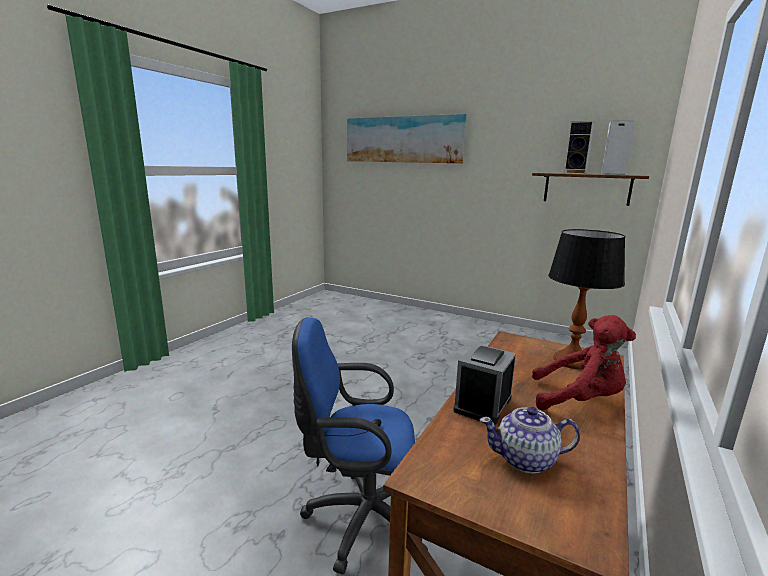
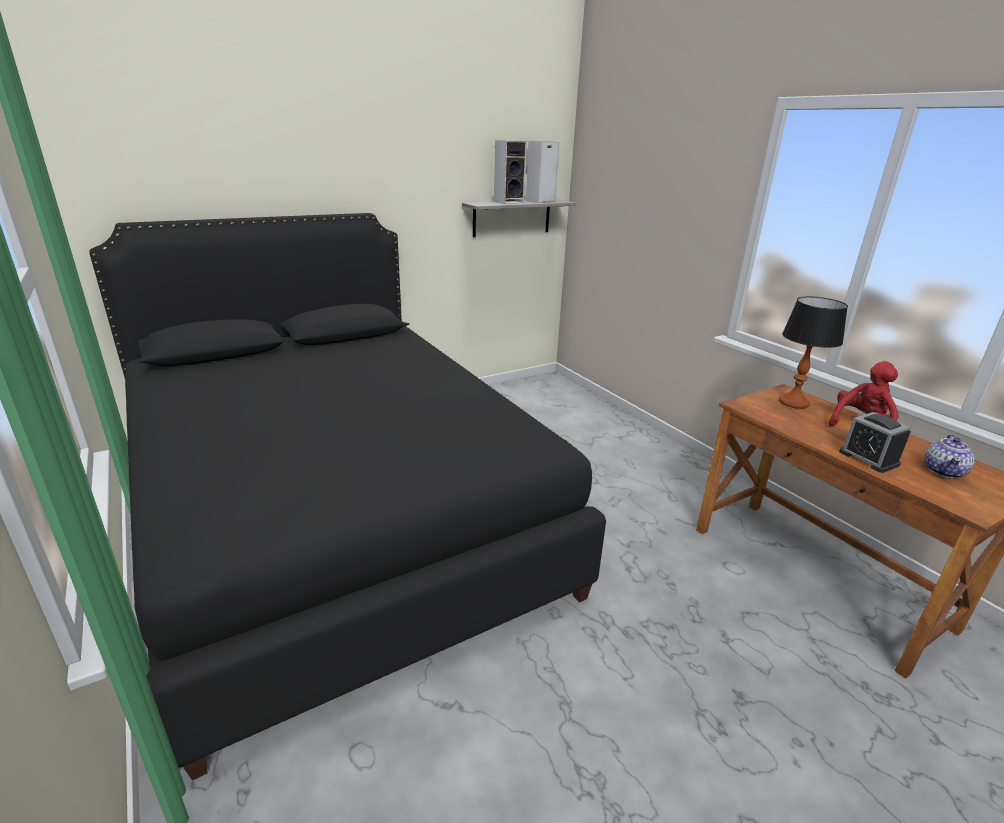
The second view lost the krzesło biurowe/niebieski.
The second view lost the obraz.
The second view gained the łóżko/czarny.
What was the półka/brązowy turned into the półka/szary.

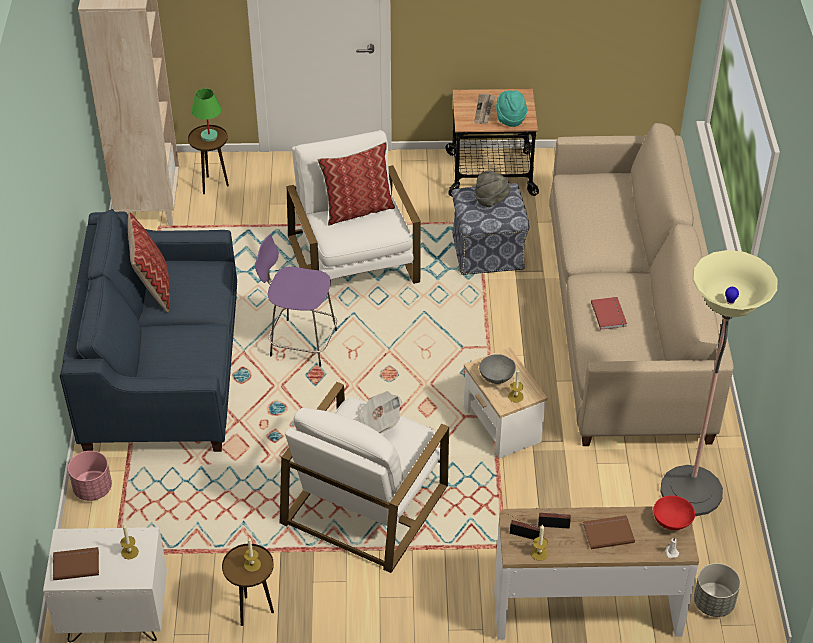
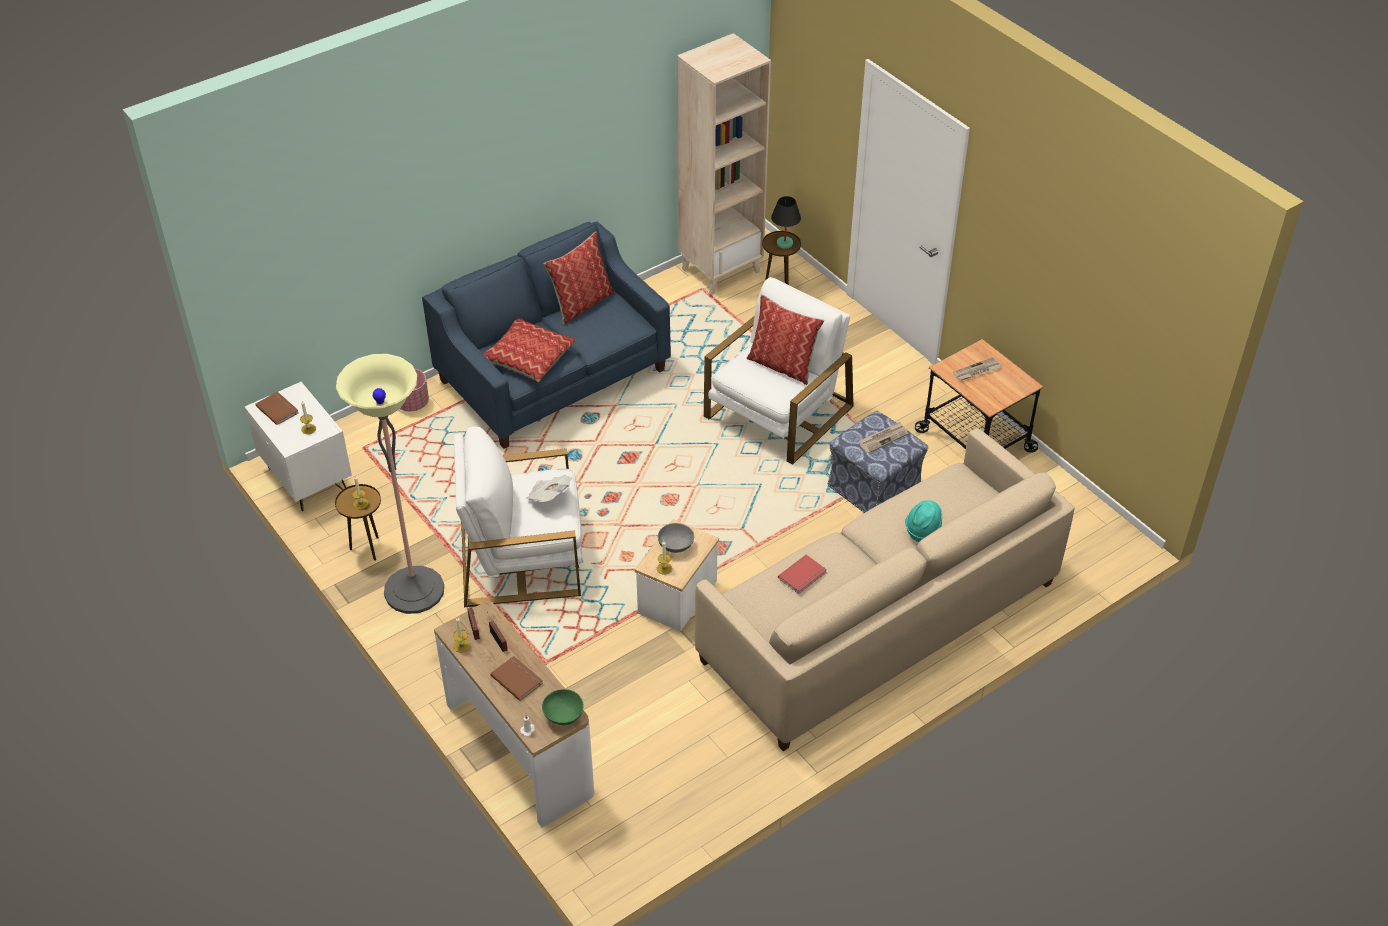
The second view lost the stołek/fioletowy.
The second view lost the donica/szary.
The second view gained the poduszka (no. 1 from left).
The kapelusz/turkusowy ended up elsewhere.
The lampa stojąca ended up elsewhere.
Where the kapelusz/szary stood, the gazeta (no. 2 from left) came to stand.
What was the lampa stołowa/zielony turned into the lampa stołowa/czarny.
What was the miska/czerwony turned into the miska/zielony.

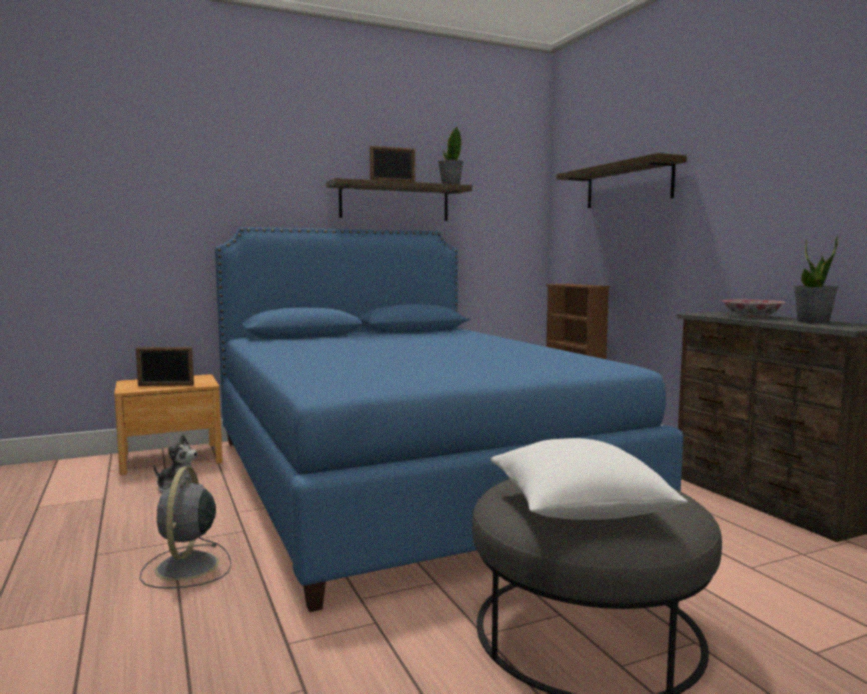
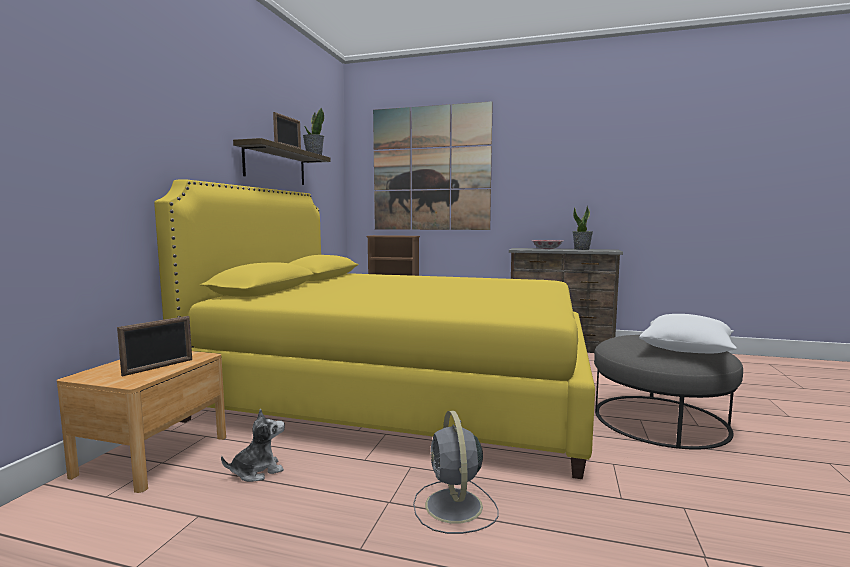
Where the półka (no. 2 from left) hung, the obraz came to hang.
What was the łóżko/niebieski turned into the łóżko/żółty.
The wentylator/szary ended up facing another way, 45 degrees clockwise from before.

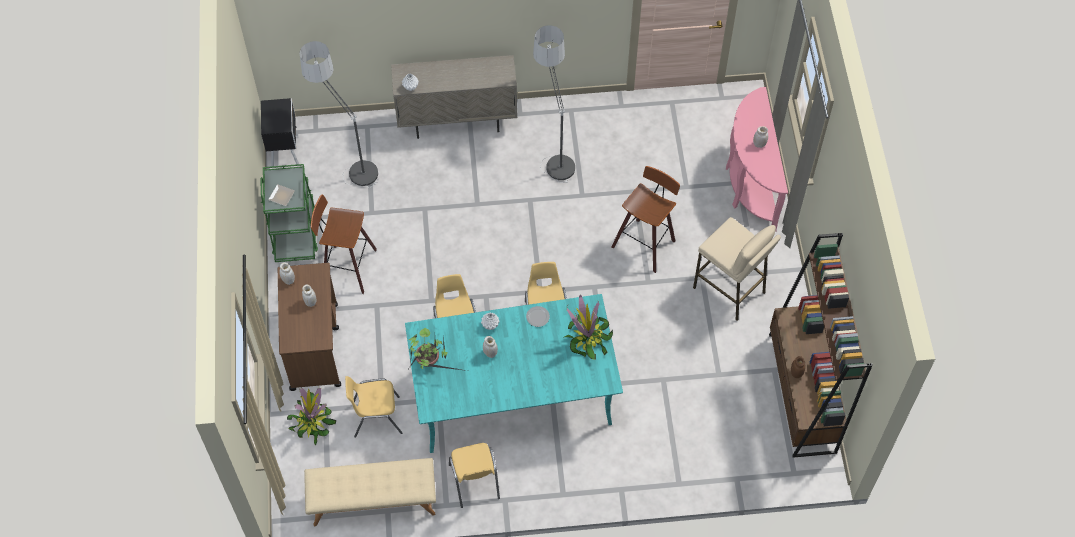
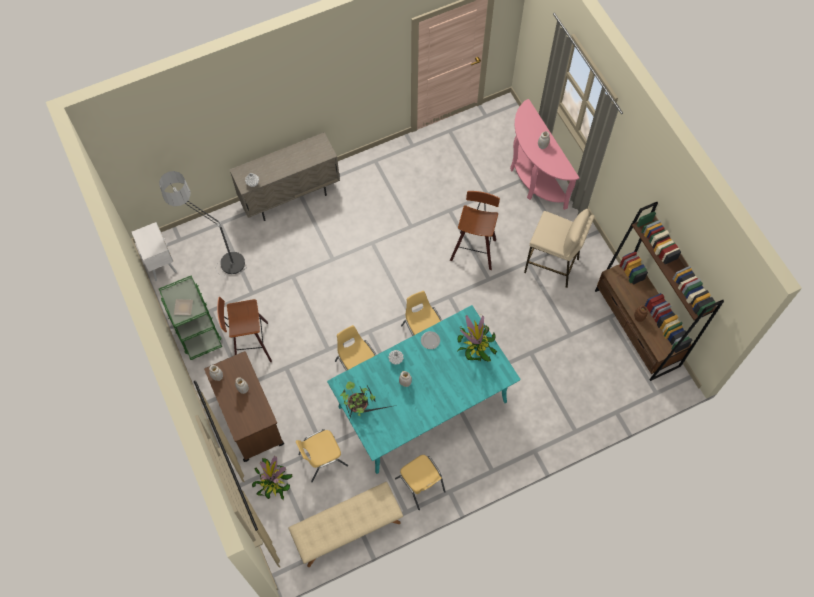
The second view lost the lampa stojąca (no. 2 from left).
What was the szafka nocna/czarny turned into the szafka nocna/biały.

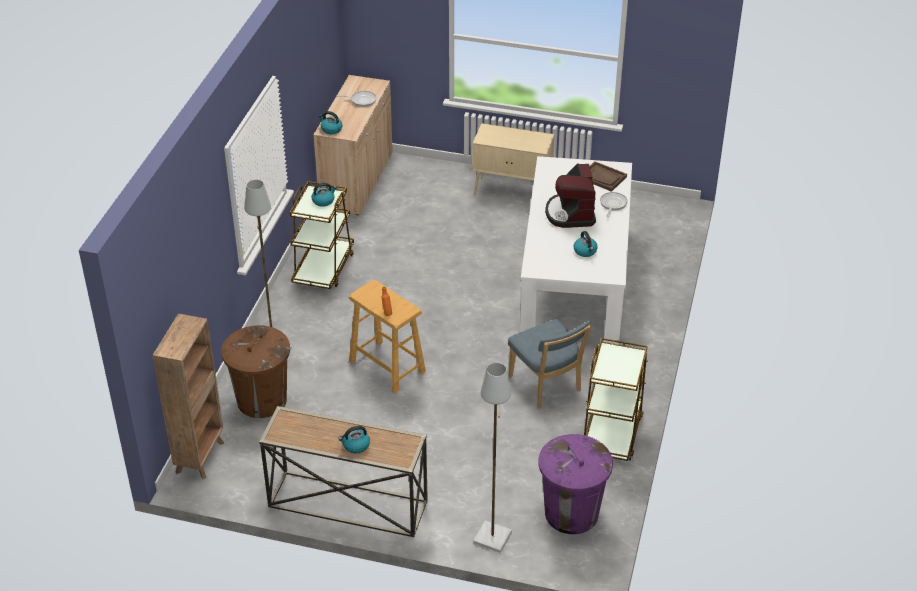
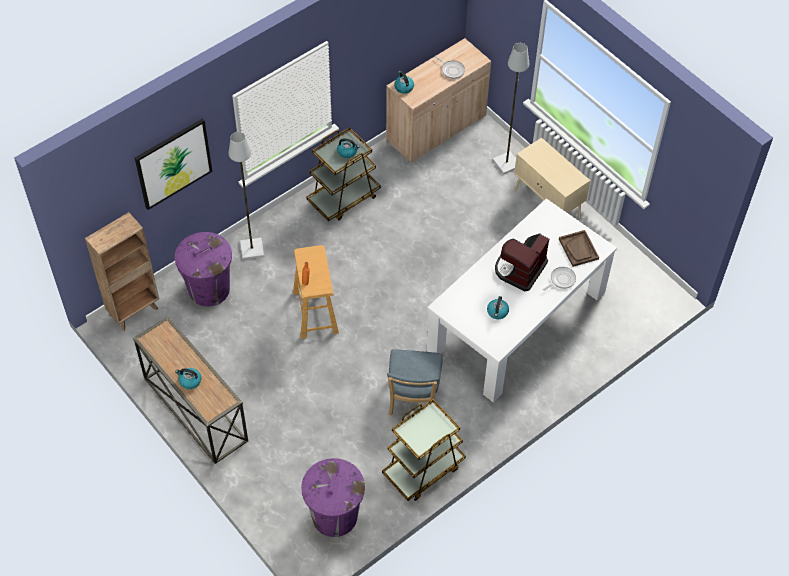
The second view gained the obraz.
The lampa stojąca/szary (no. 2 from left) ended up elsewhere.
What was the kosz na śmieci/brązowy turned into the kosz na śmieci/fioletowy (no. 1 from left).

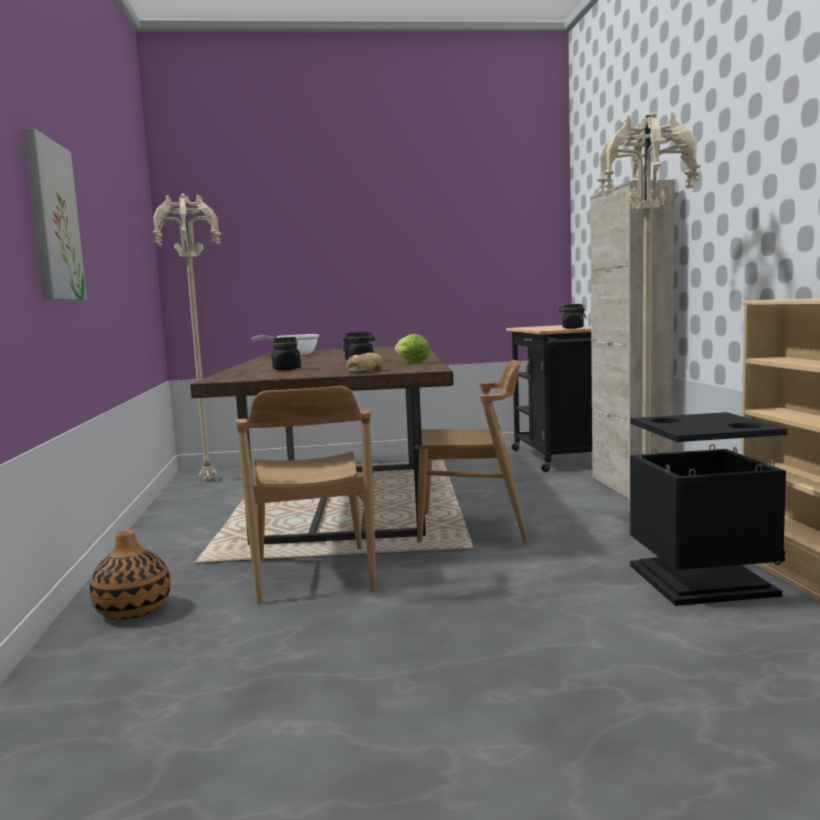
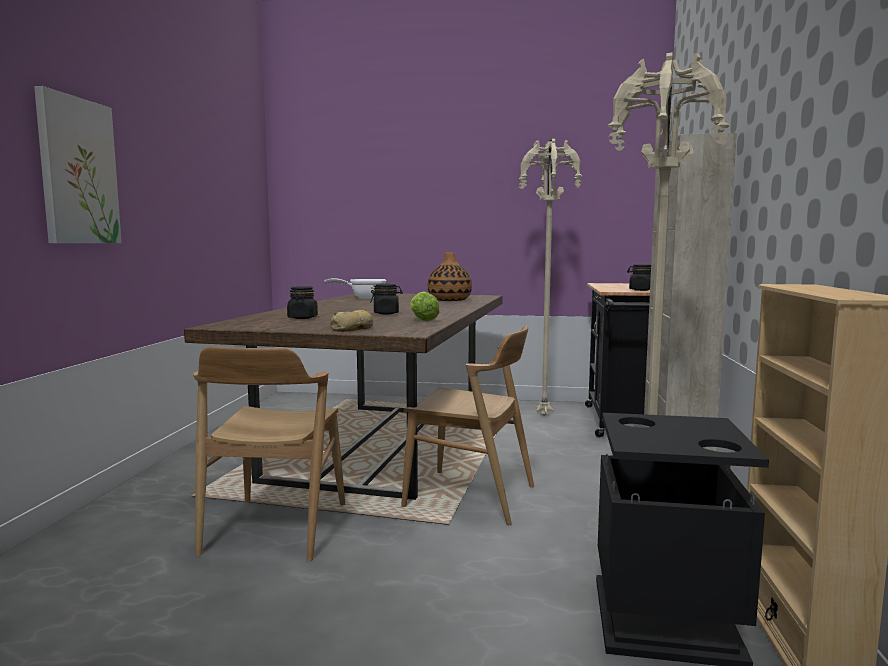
The wazon ended up elsewhere.
The lampa stojąca/beżowy (no. 1 from left) ended up elsewhere.

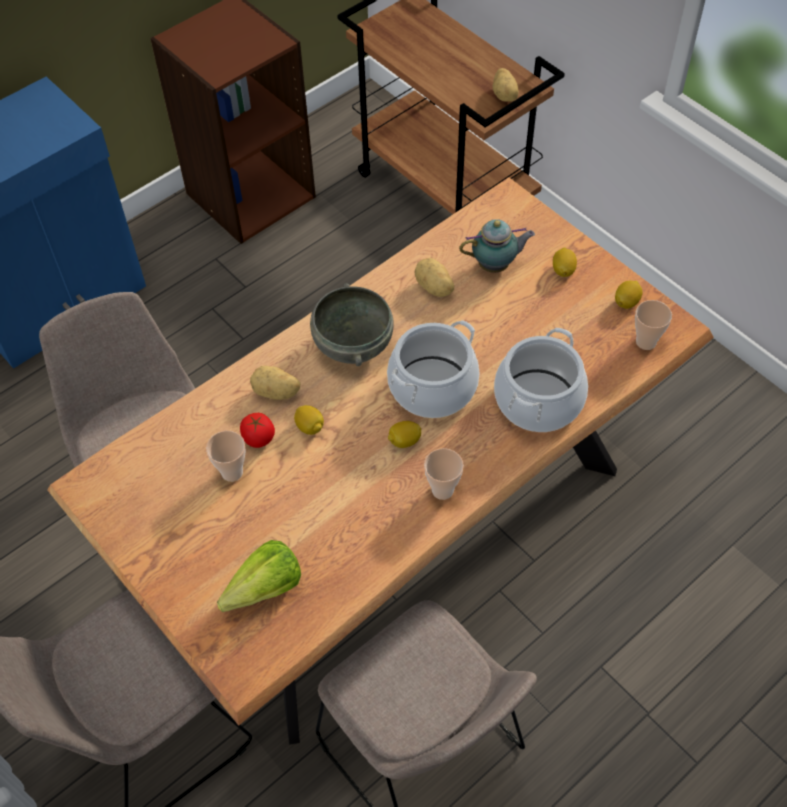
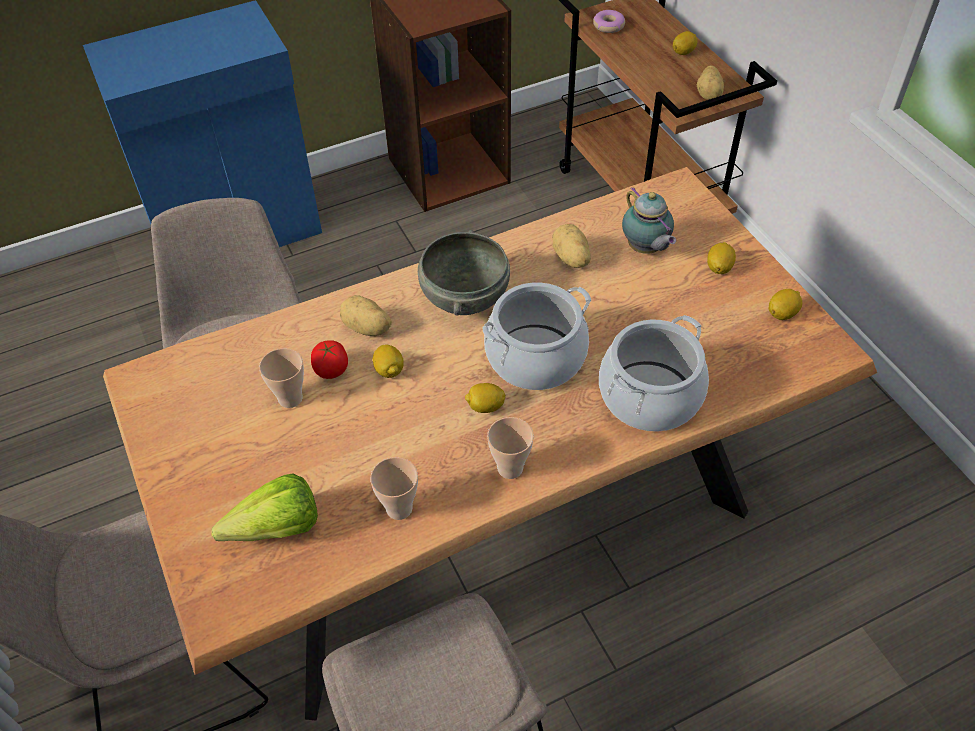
The second view gained the donut.
The second view gained the cytryna (no. 3 from left).
The filiżanka (no. 3 from left in the first image) ended up elsewhere.
The imbryk ended up facing another way, 60 degrees clockwise from before.

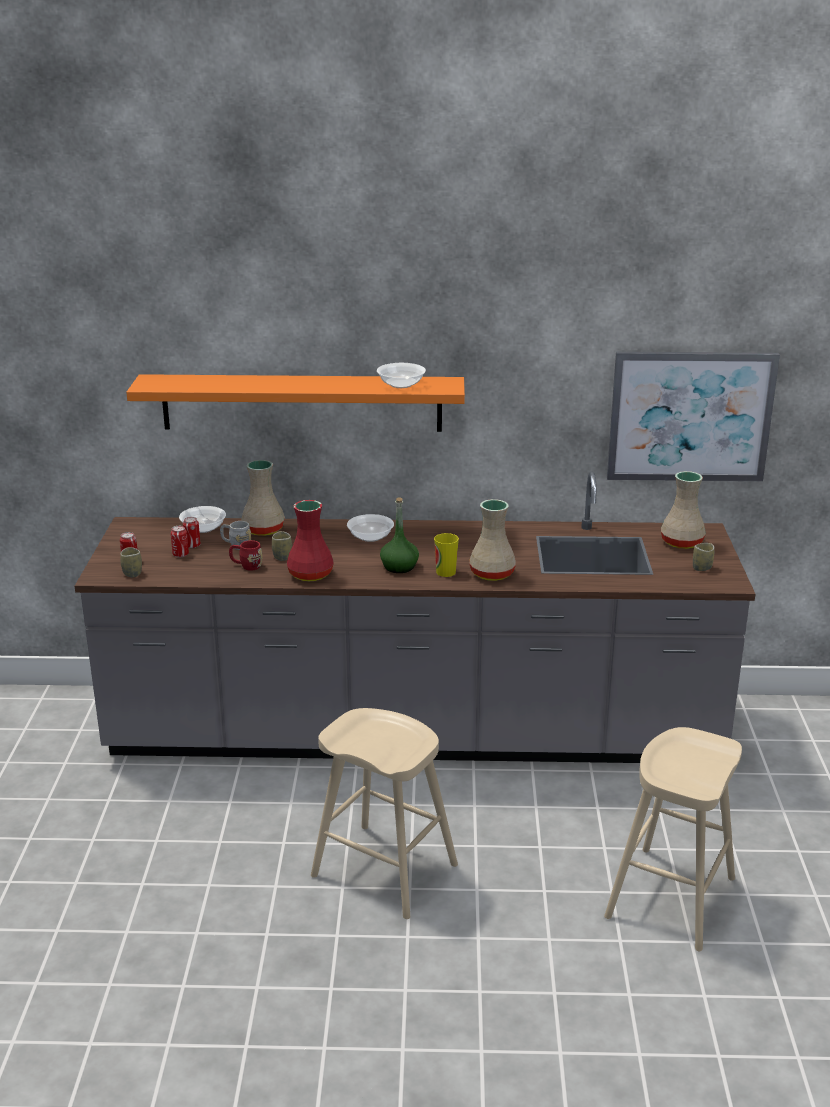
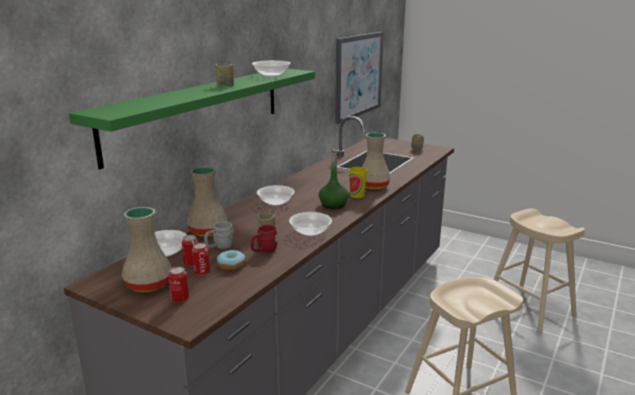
The second view gained the donut.
The filiżanka (no. 1 from left) ended up elsewhere.
The wazon/beżowy (no. 3 from left in the first image) ended up elsewhere.
Where the wazon/czerwony stood, the miska (no. 4 from left) came to stand.
What was the półka/pomarańczowy turned into the półka/zielony.

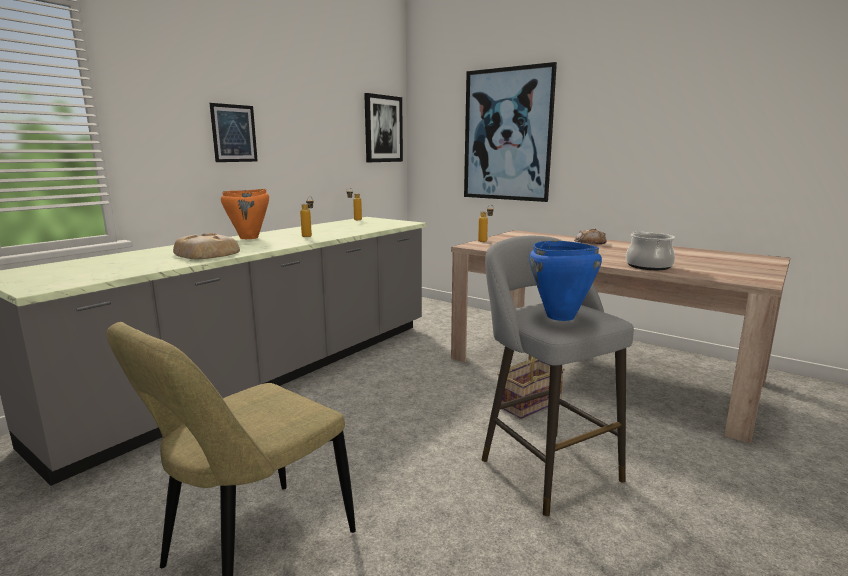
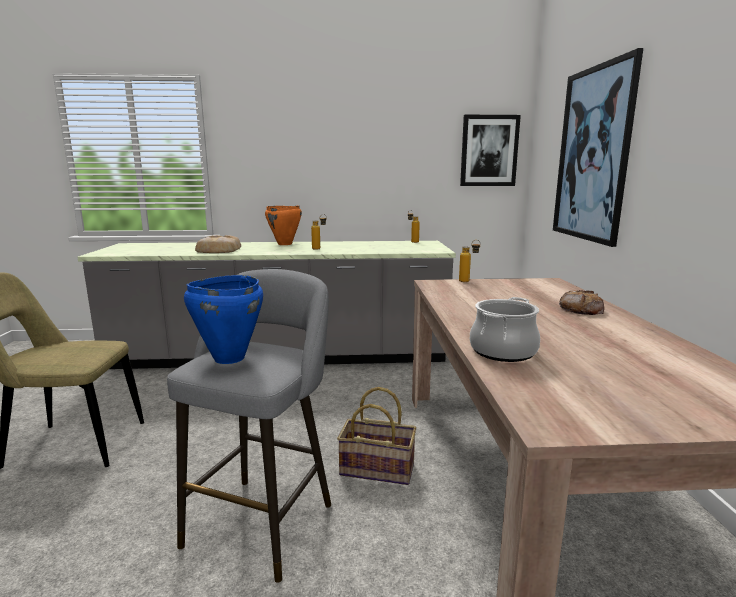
The second view lost the obraz (no. 1 from left).

